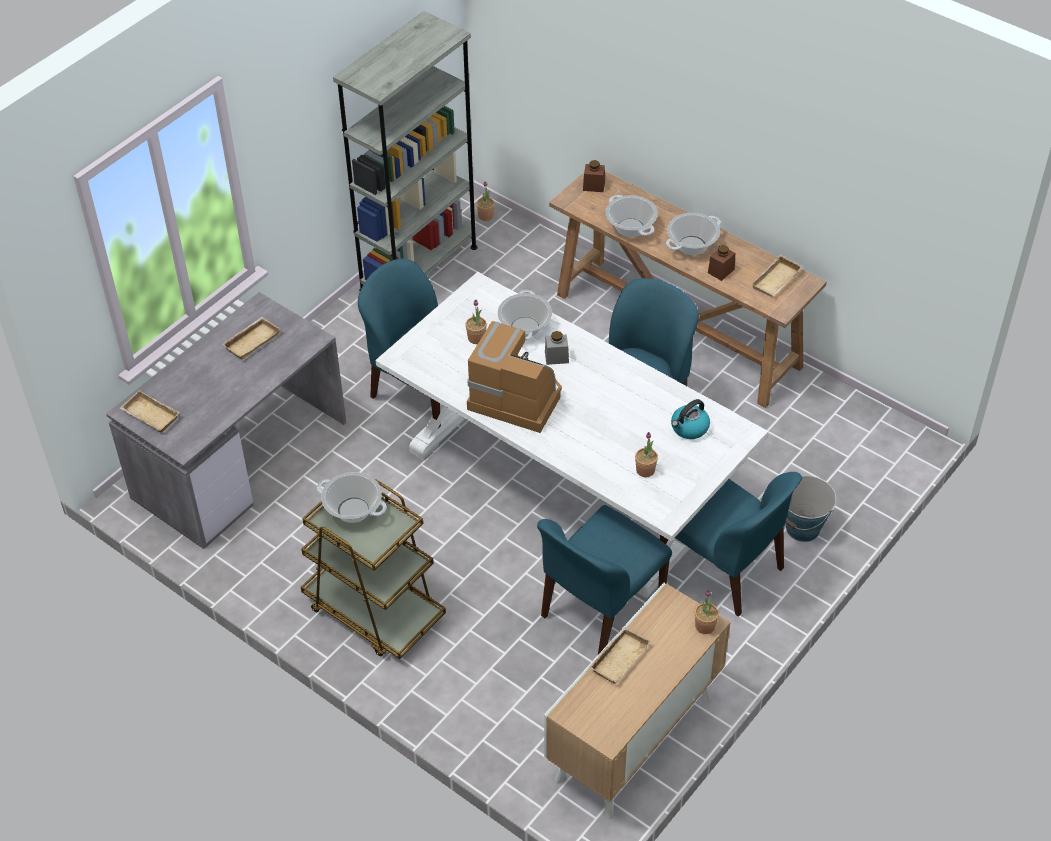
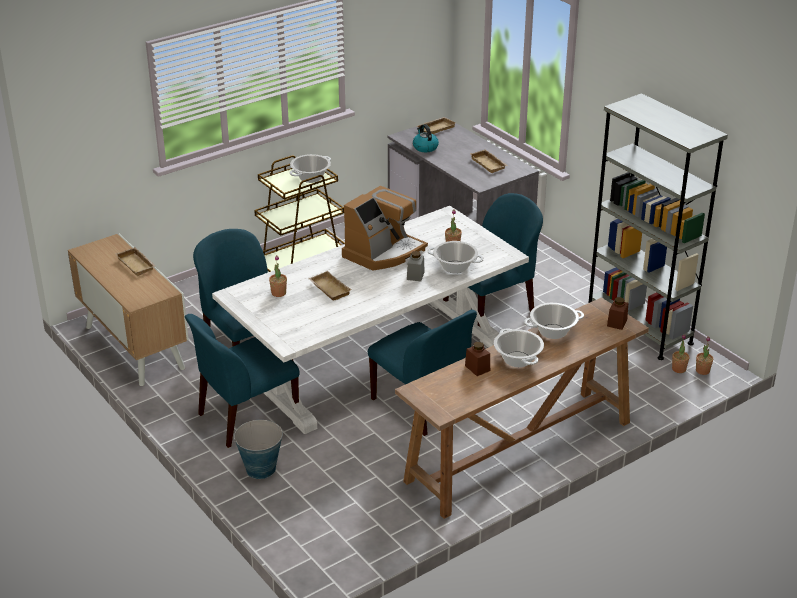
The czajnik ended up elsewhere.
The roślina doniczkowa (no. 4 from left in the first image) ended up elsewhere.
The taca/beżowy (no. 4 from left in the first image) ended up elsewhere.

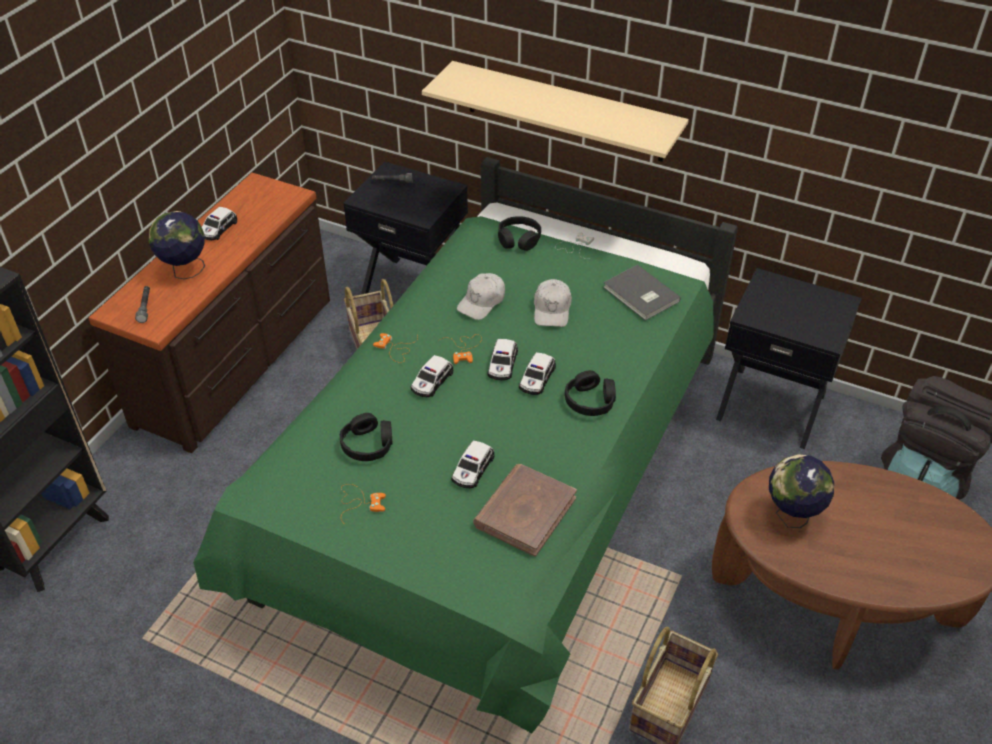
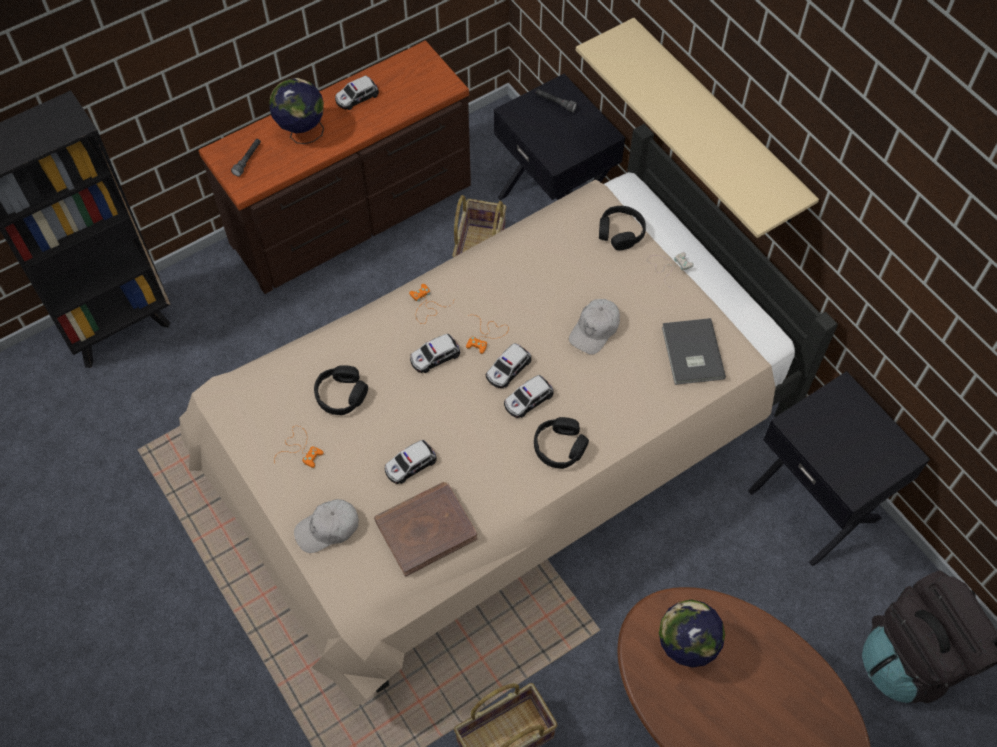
The czapka z daszkiem/biały (no. 1 from left) ended up elsewhere.
What was the łóżko/zielony turned into the łóżko/beżowy.

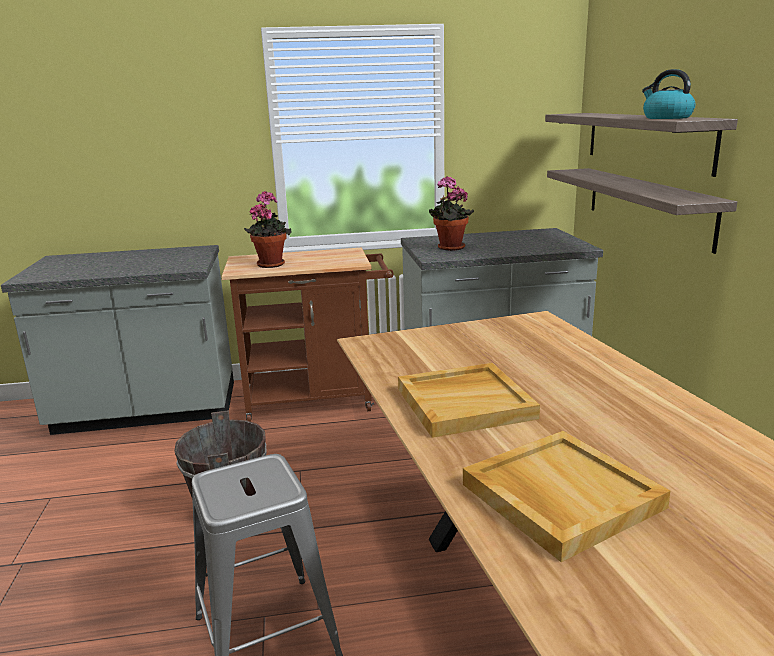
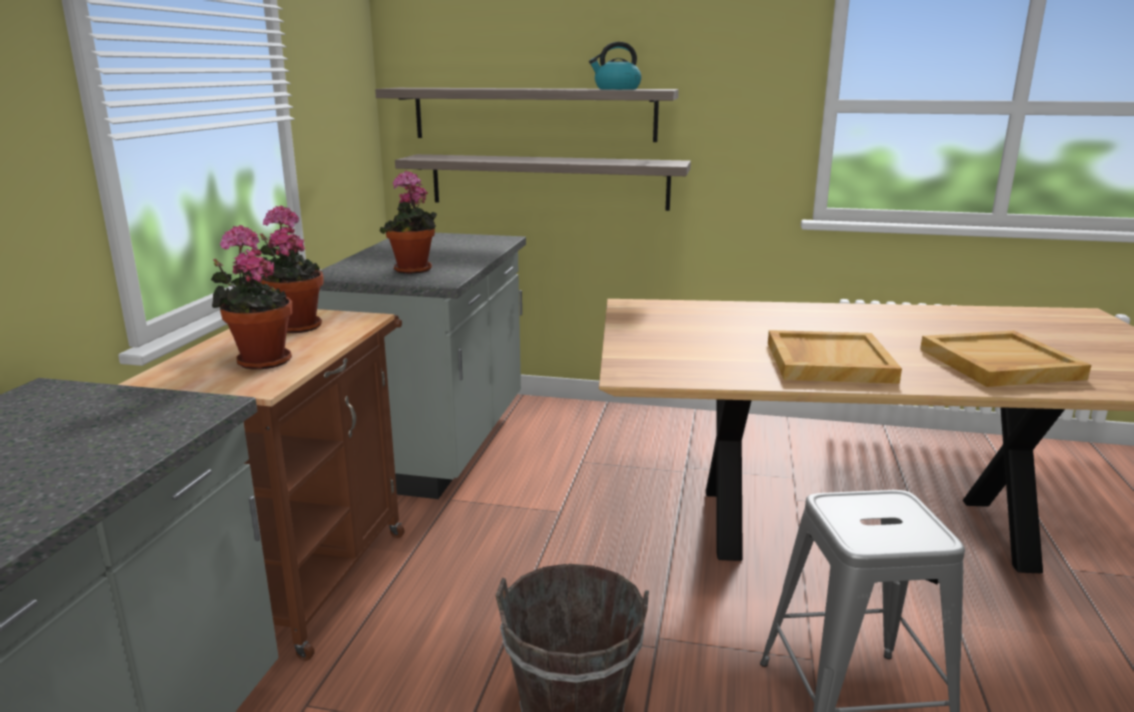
The second view gained the roślina doniczkowa (no. 2 from left).

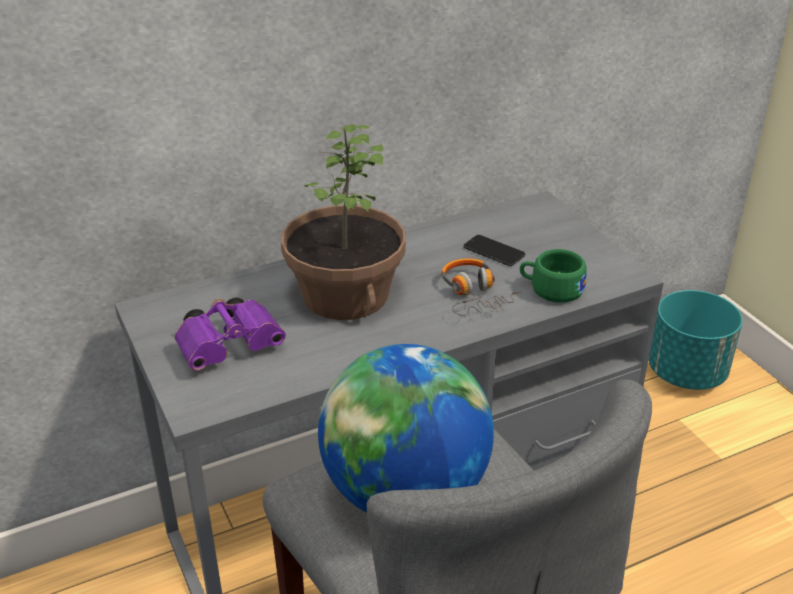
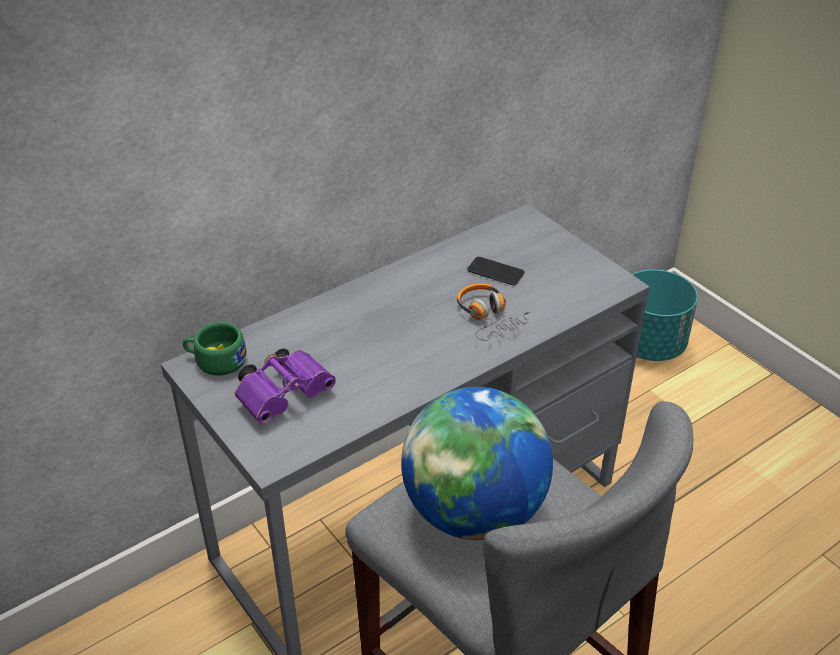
The second view lost the roślina doniczkowa.
The filiżanka/zielony ended up elsewhere.

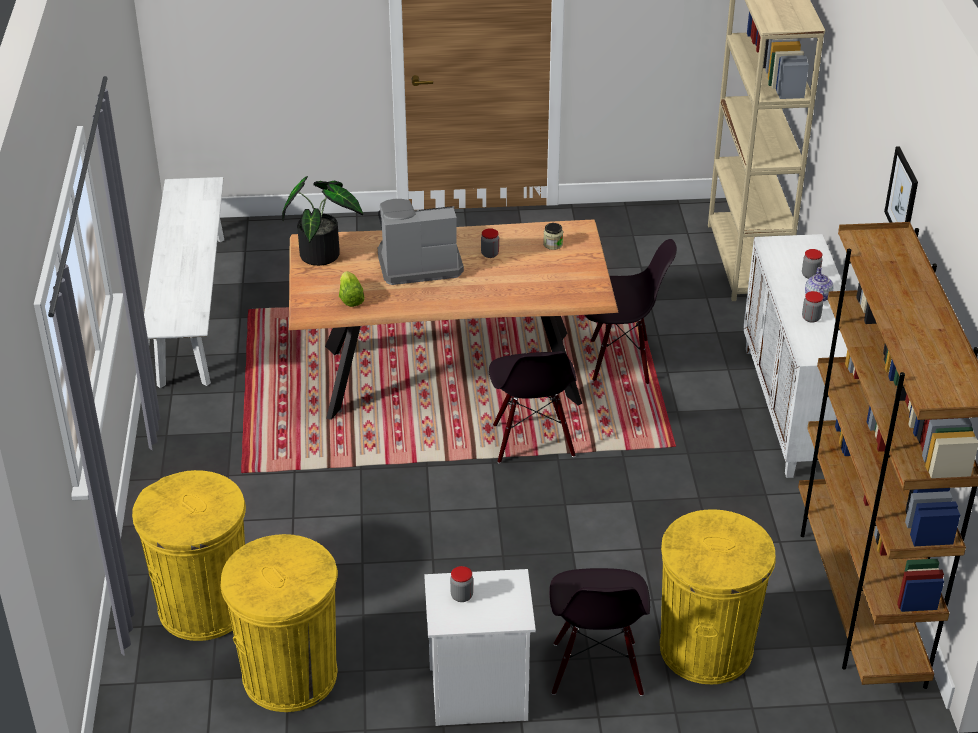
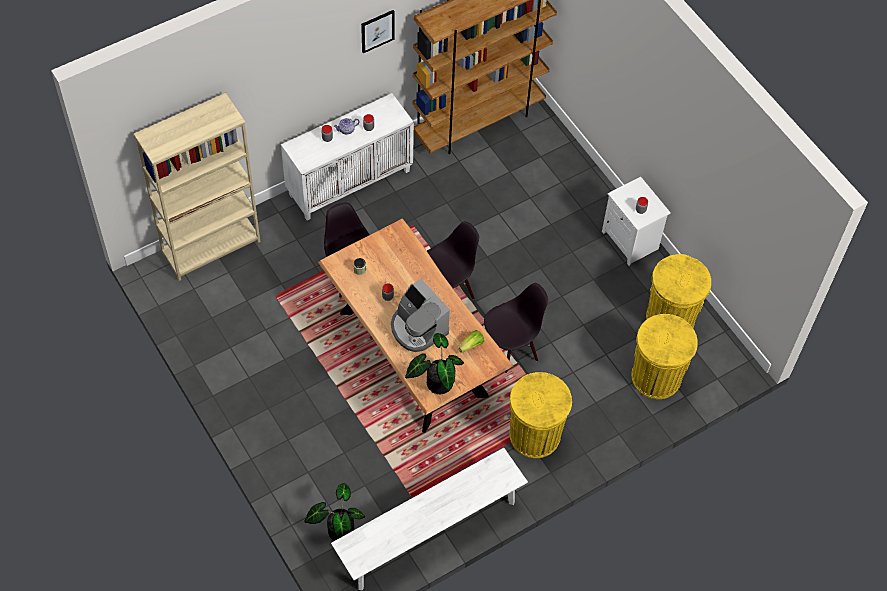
The second view gained the roślina doniczkowa (no. 1 from left).
The krzesło/czarny (no. 2 from left in the first image) ended up elsewhere.
The kosz na śmieci/żółty (no. 3 from left in the first image) ended up elsewhere.

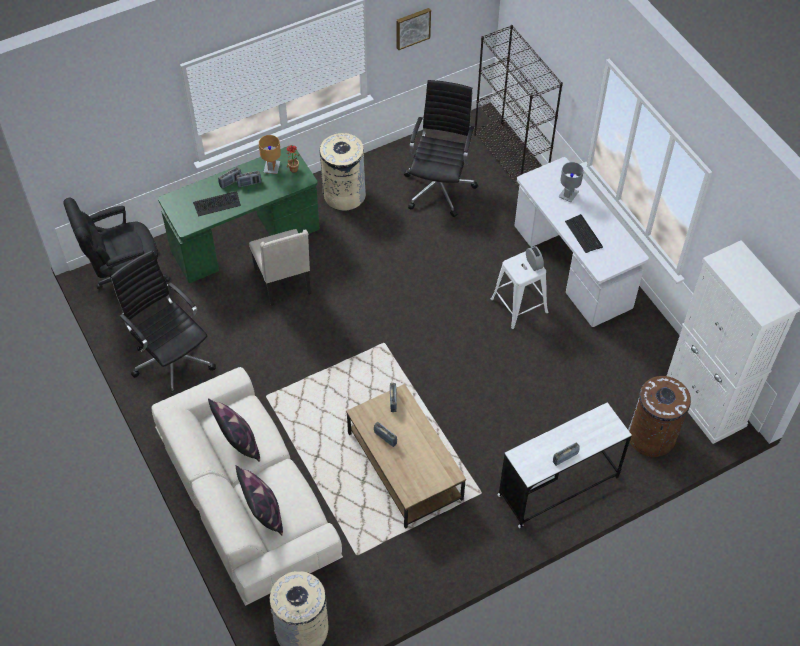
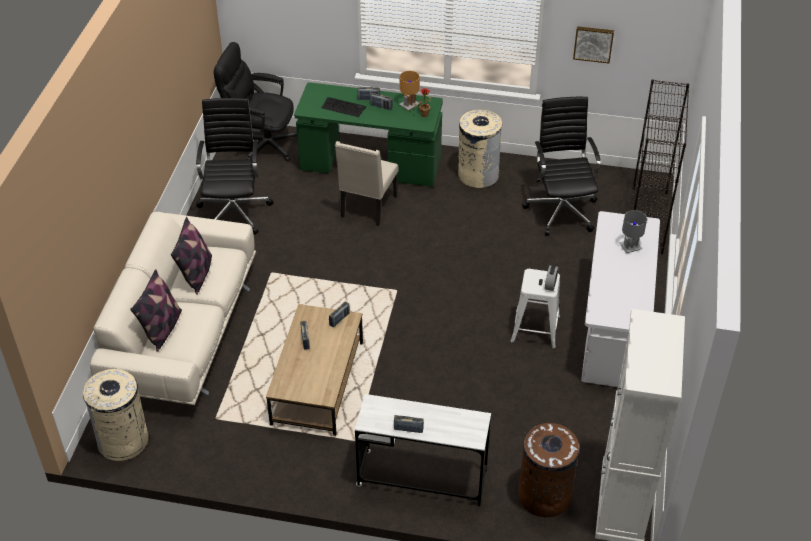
The second view lost the klawiatura (no. 2 from left).
The krzesło biurowe/czarny (no. 3 from left) ended up facing another way, 60 degrees counterclockwise from before.

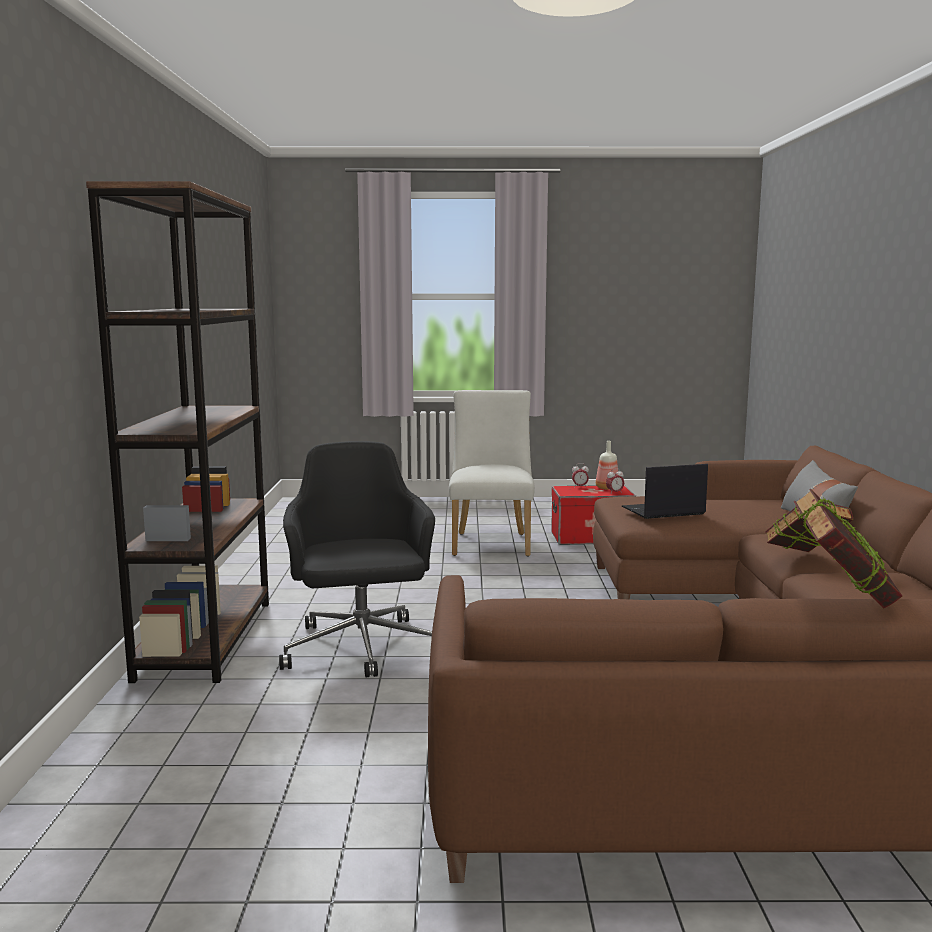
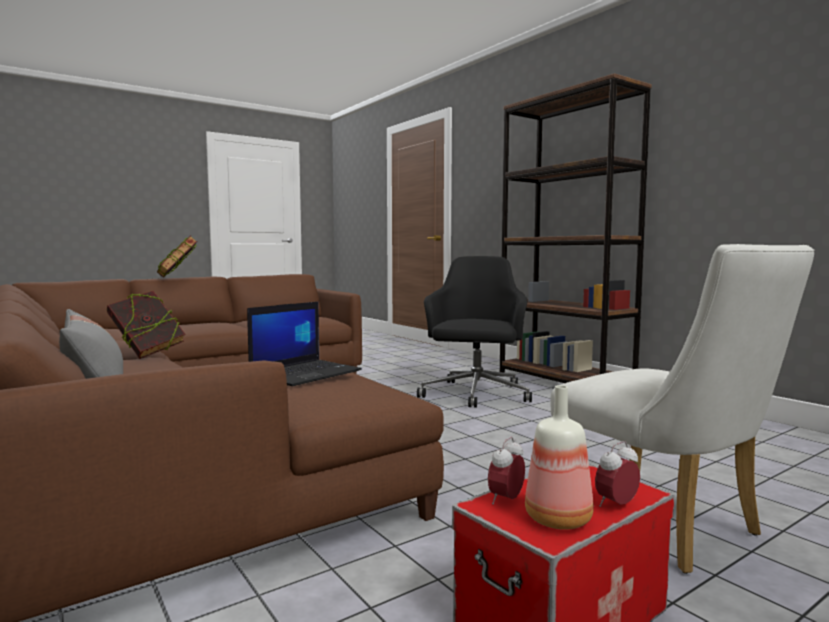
The krzesło biurowe/czarny ended up facing another way, 120 degrees counterclockwise from before.

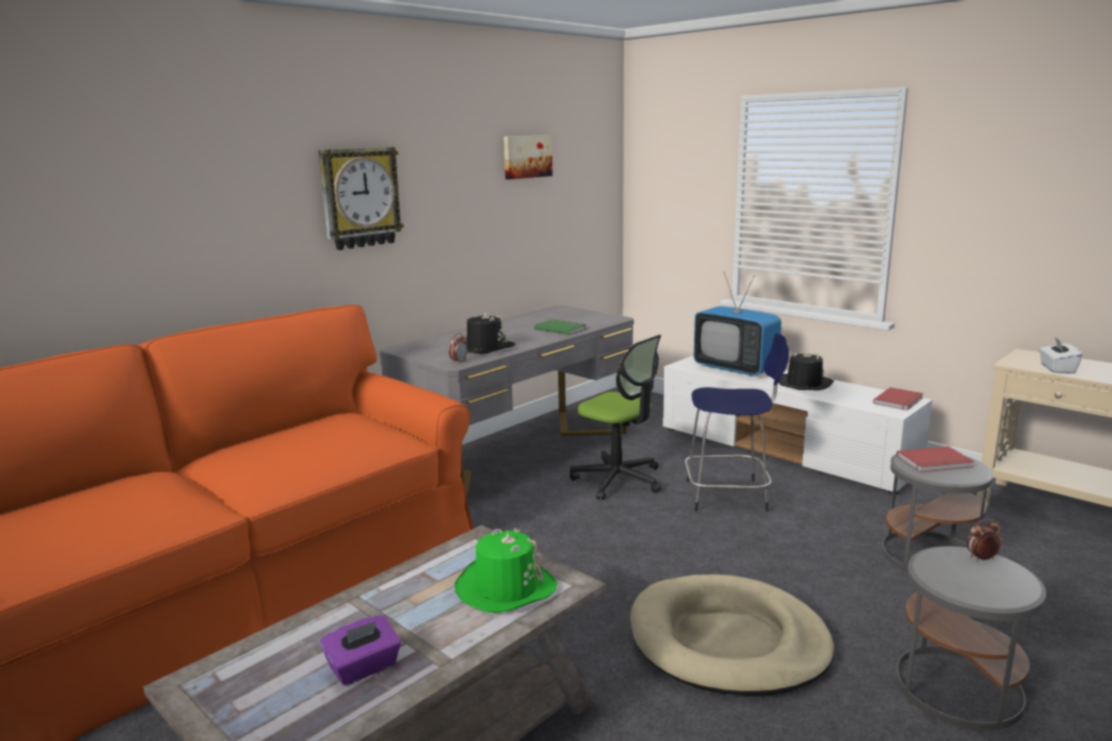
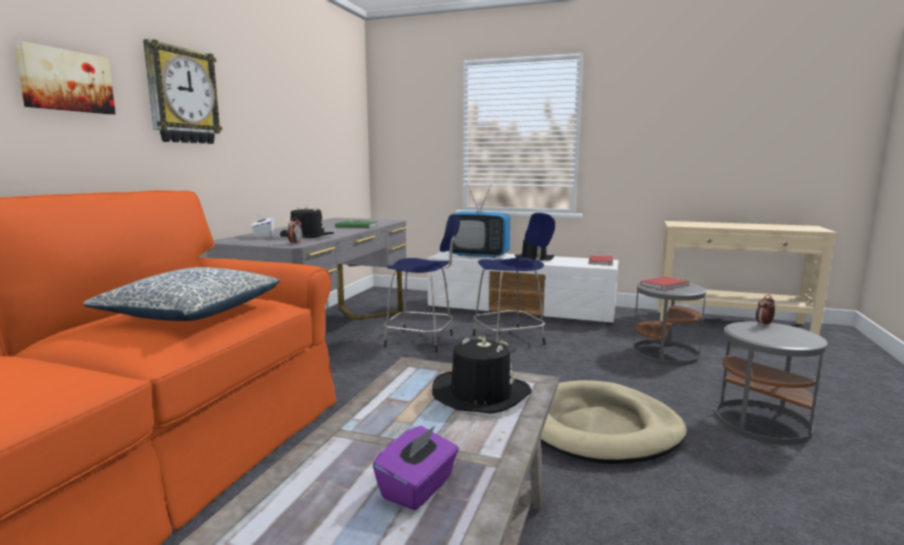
The second view gained the poduszka.
The obraz ended up elsewhere.
The pudełko chusteczek/biały ended up elsewhere.
Where the krzesło biurowe stood, the stołek/niebieski (no. 1 from left) came to stand.
What was the kapelusz/zielony turned into the kapelusz/czarny (no. 2 from left).

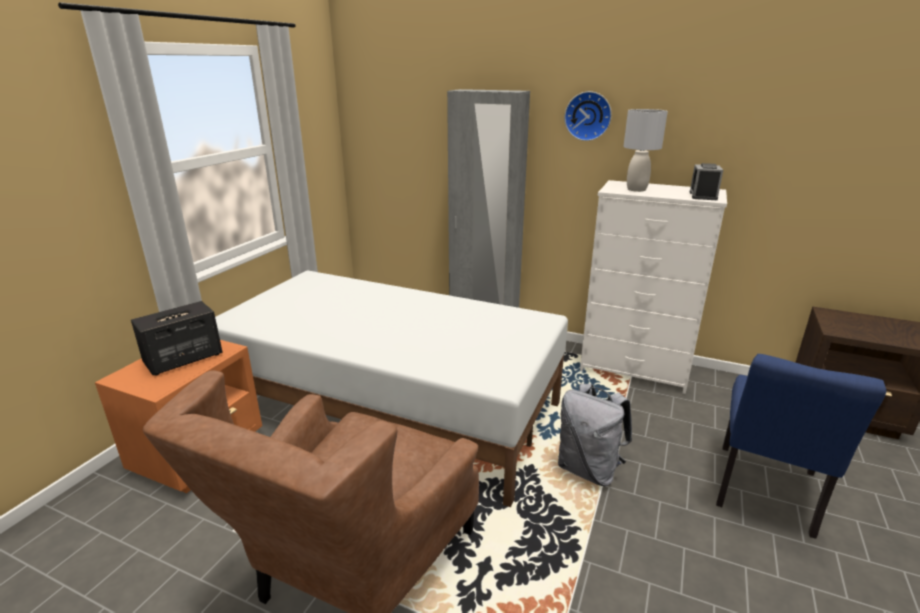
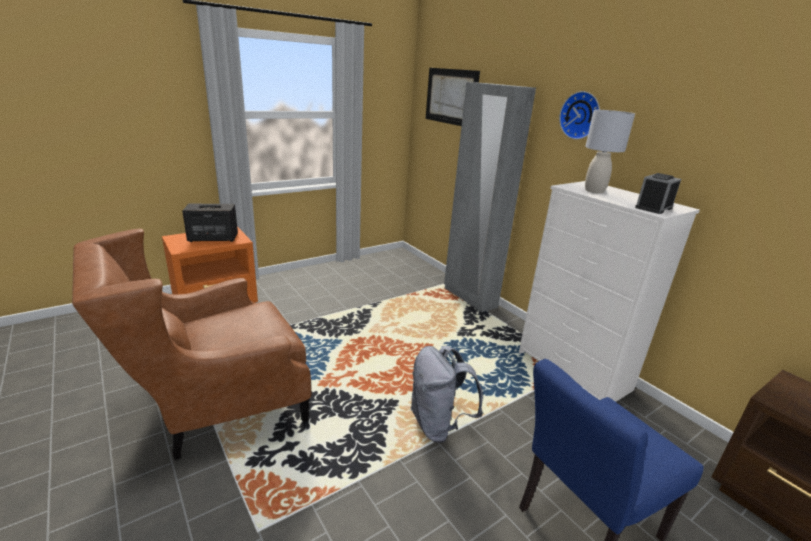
The second view lost the łóżko/biały.
The second view gained the obraz.

